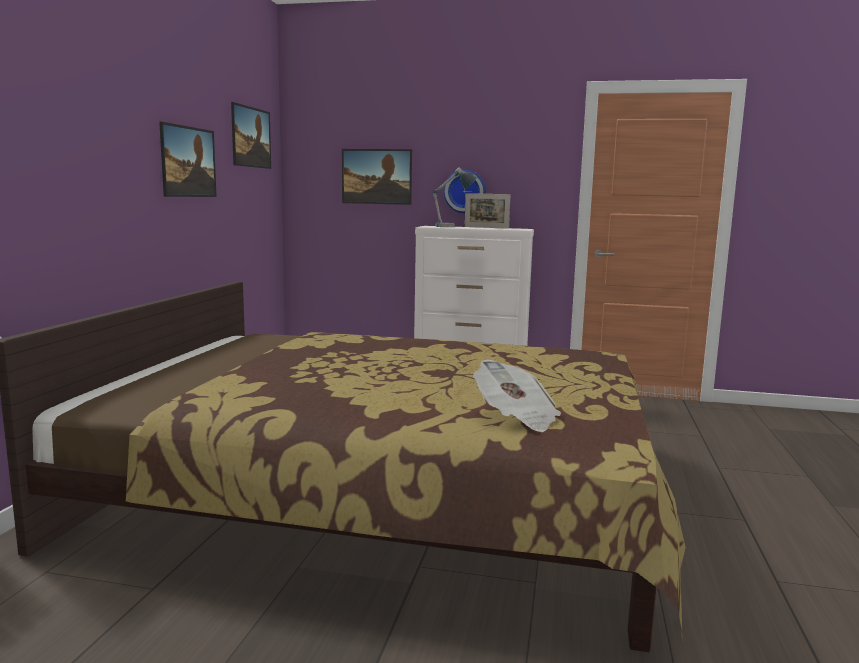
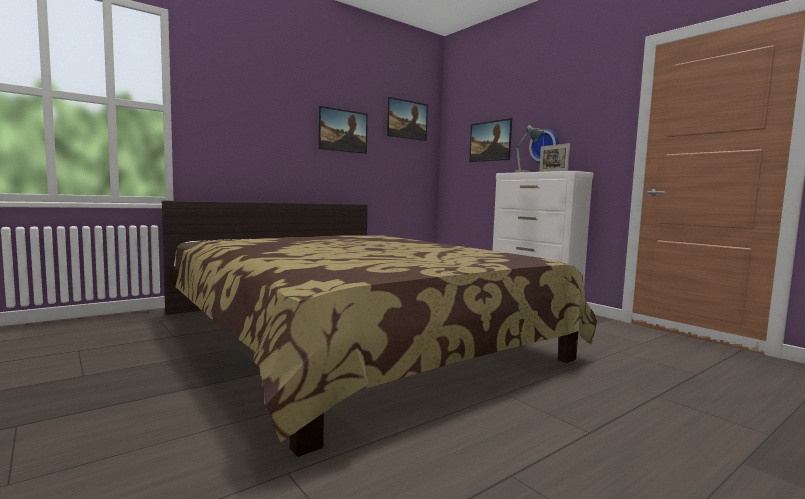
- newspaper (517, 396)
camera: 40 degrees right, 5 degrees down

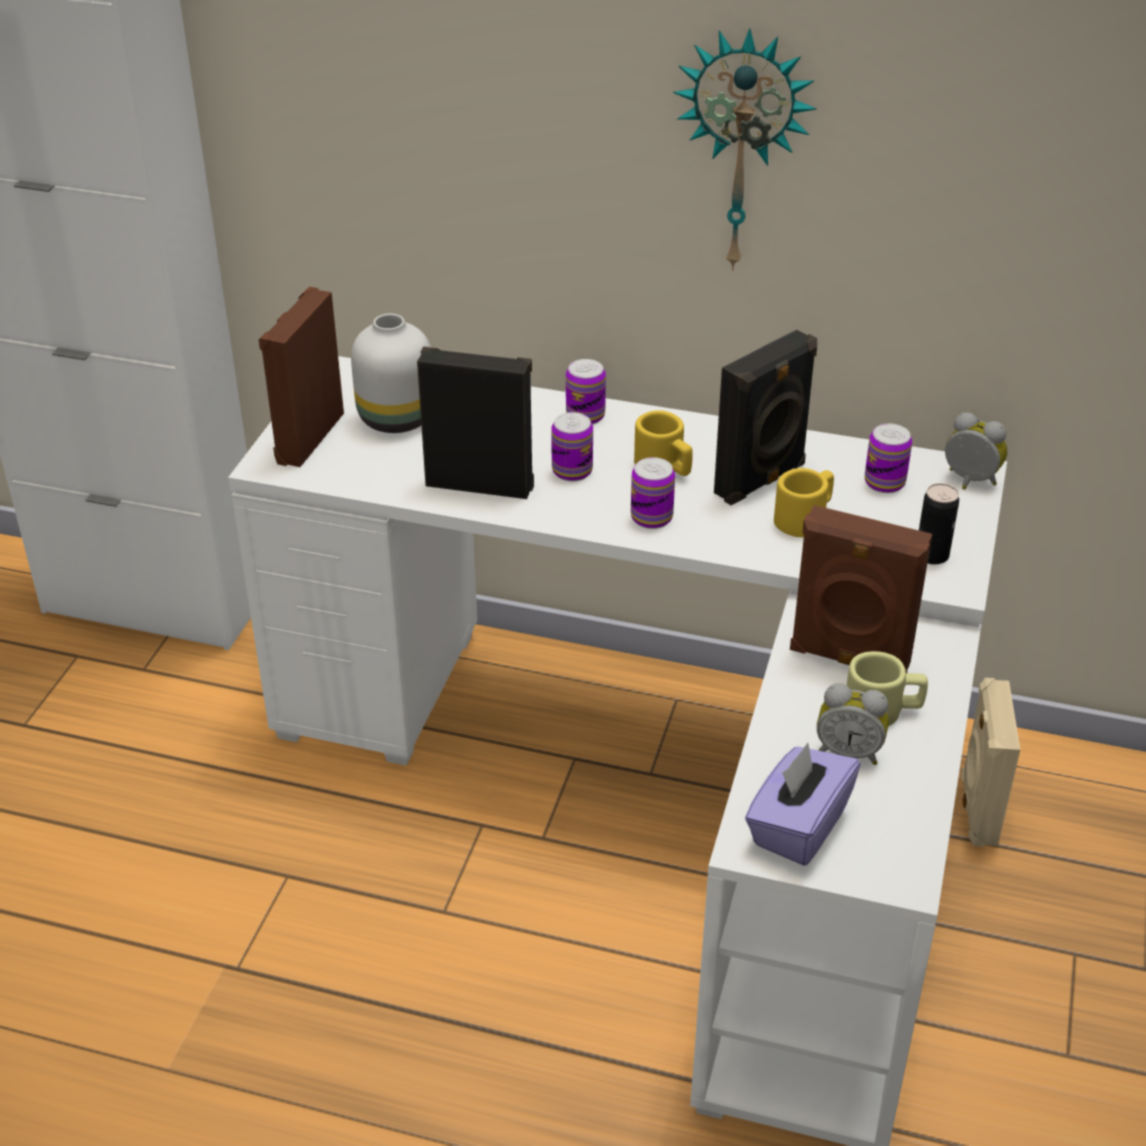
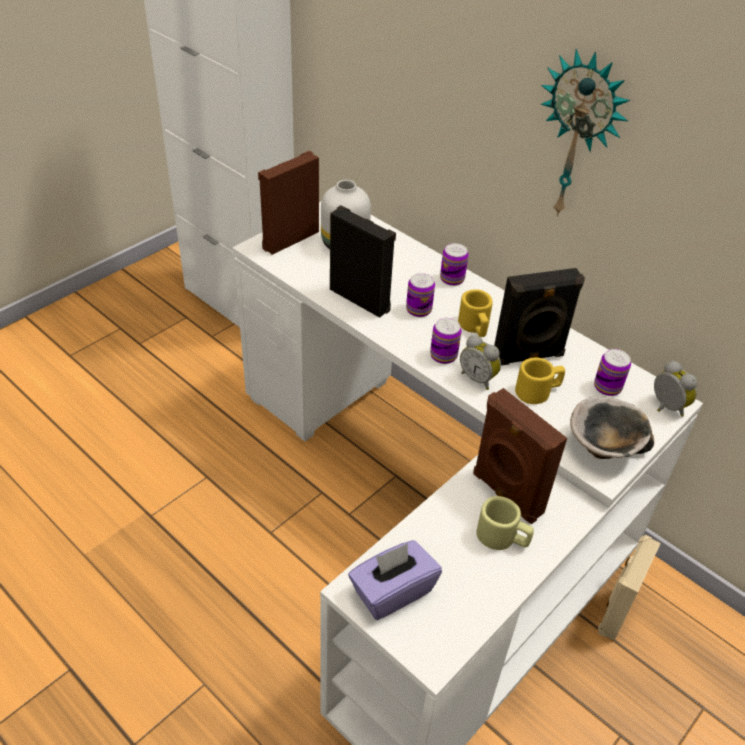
~ alarm clock (853, 724) to (480, 362)
~ can (939, 524) to deep dish (612, 427)
camera: 25 degrees right, 5 degrees up

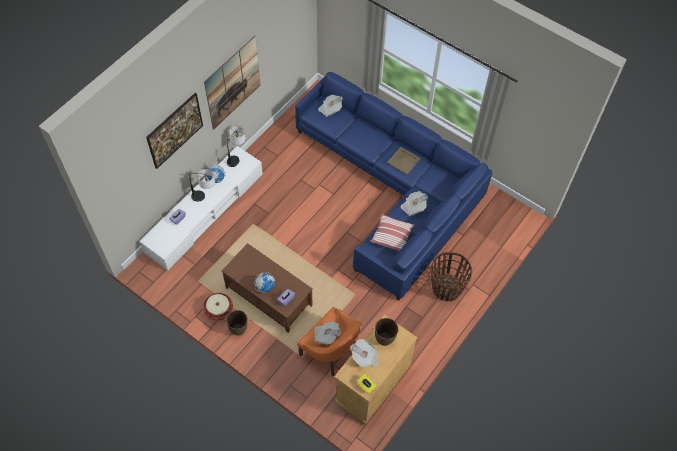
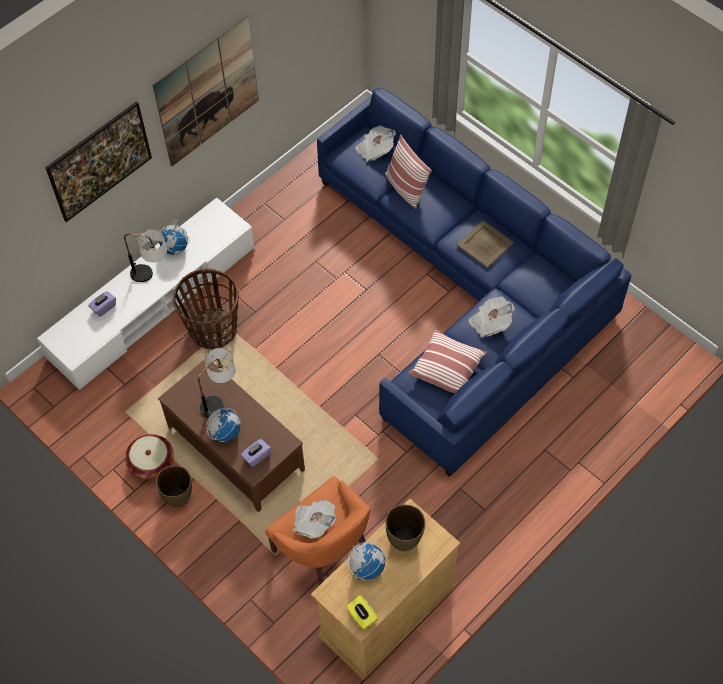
~ basket (451, 276) to (206, 309)
~ lamp for a table (236, 146) to (217, 383)
~ newspaper (364, 353) to desk globe (367, 561)
+ pillow (408, 172)
camera: 10 degrees right, 0 degrees up

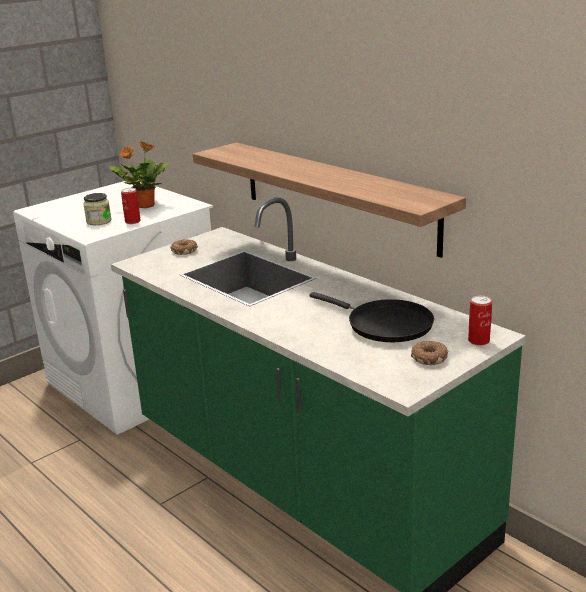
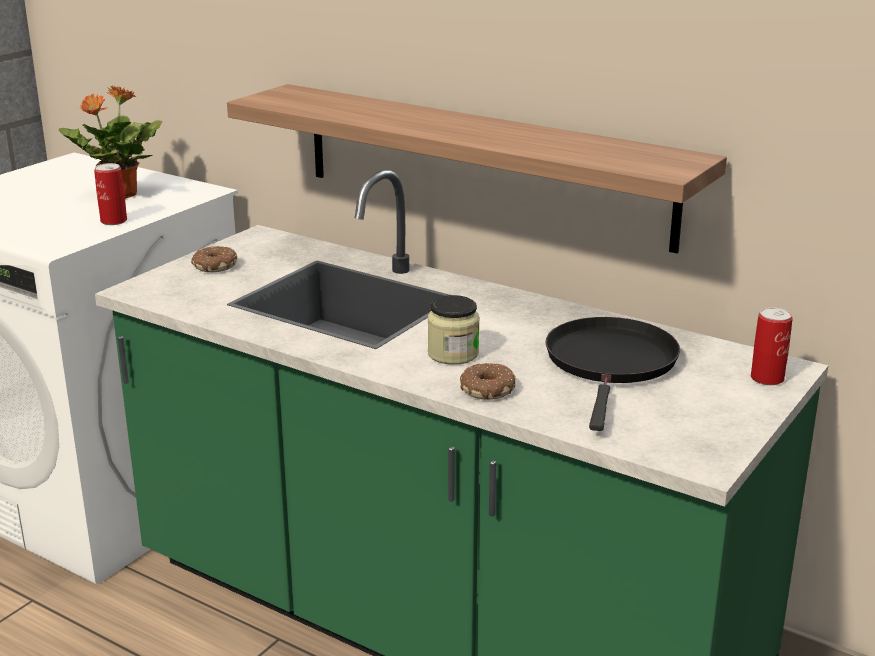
~ jar (97, 209) to (454, 330)
~ ring doughnut (429, 353) to (488, 381)
~ skillet (blackish) (371, 317) = (613, 374) 105 degrees counterclockwise
camera: 15 degrees left, 0 degrees up

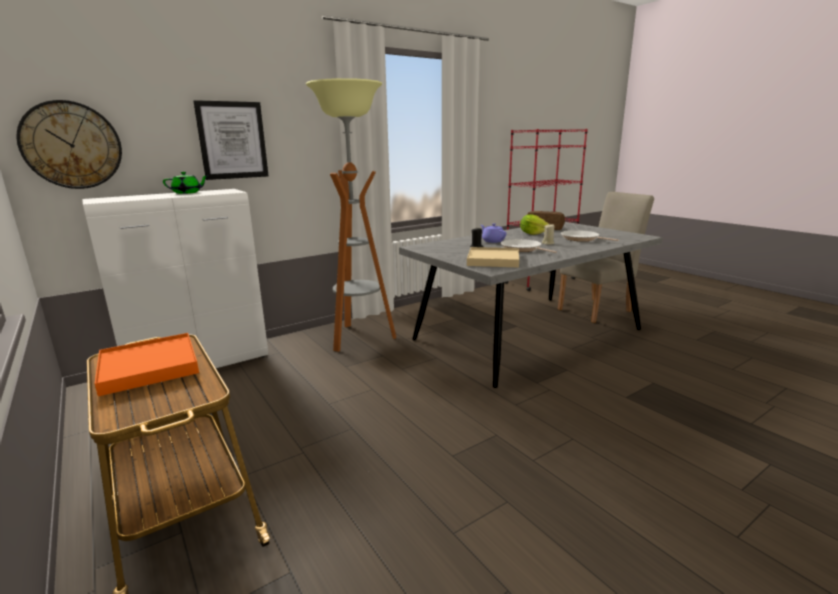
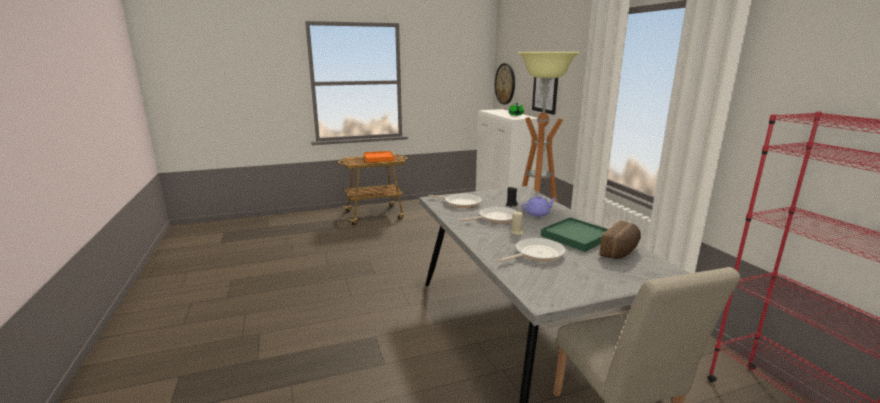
~ carrying tray (beige-coloured) (493, 257) to skillet (455, 200)
~ lettuce (534, 224) to carrying tray (greenish) (574, 234)
camera: 105 degrees right, 0 degrees up

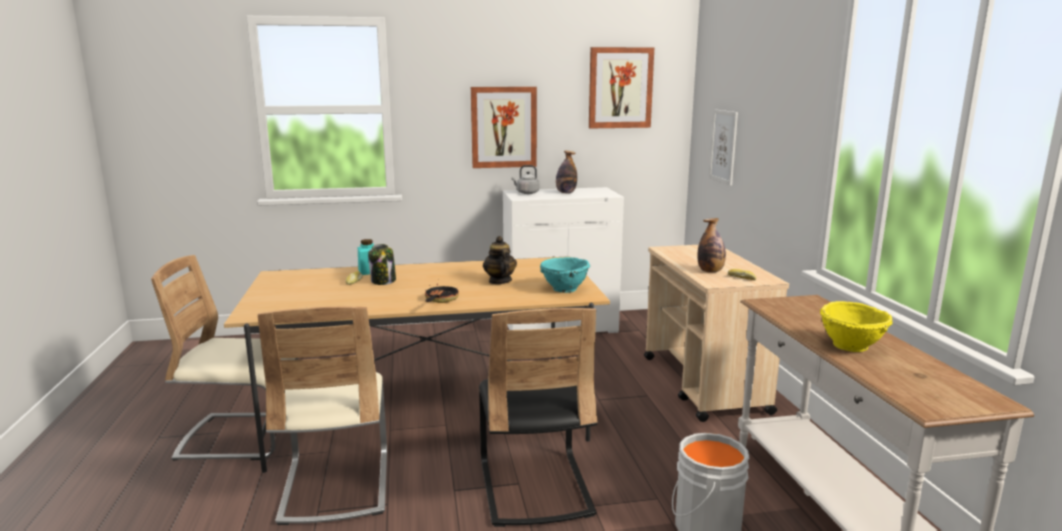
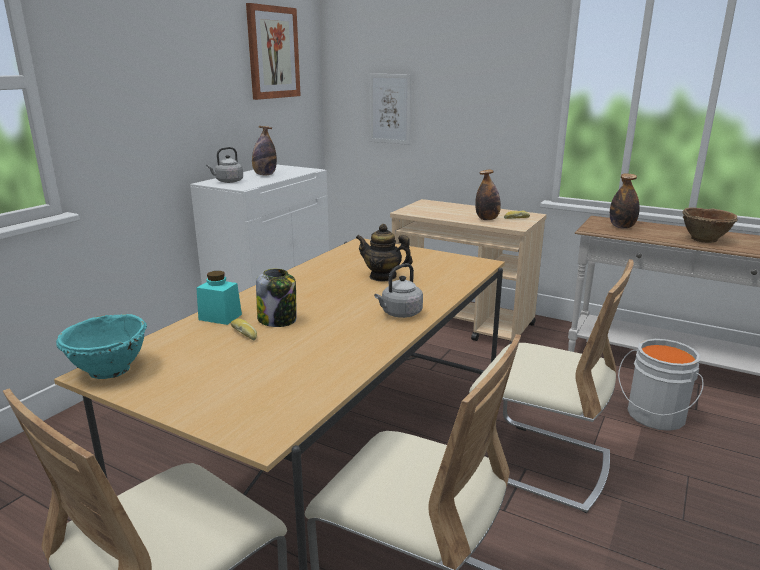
~ deep dish (turquoise-coloured) (565, 275) to (101, 346)
~ skillet (442, 293) to water kettle (greyish) (398, 290)
~ plain chair (blackish) (538, 417) to plain chair (beige-coloured) (551, 386)
+ bottle (625, 201)
~ deep dish (yellow-coloured) (856, 326) to deep dish (brownish) (710, 225)
- picture (504, 127)
camera: 50 degrees left, 5 degrees up

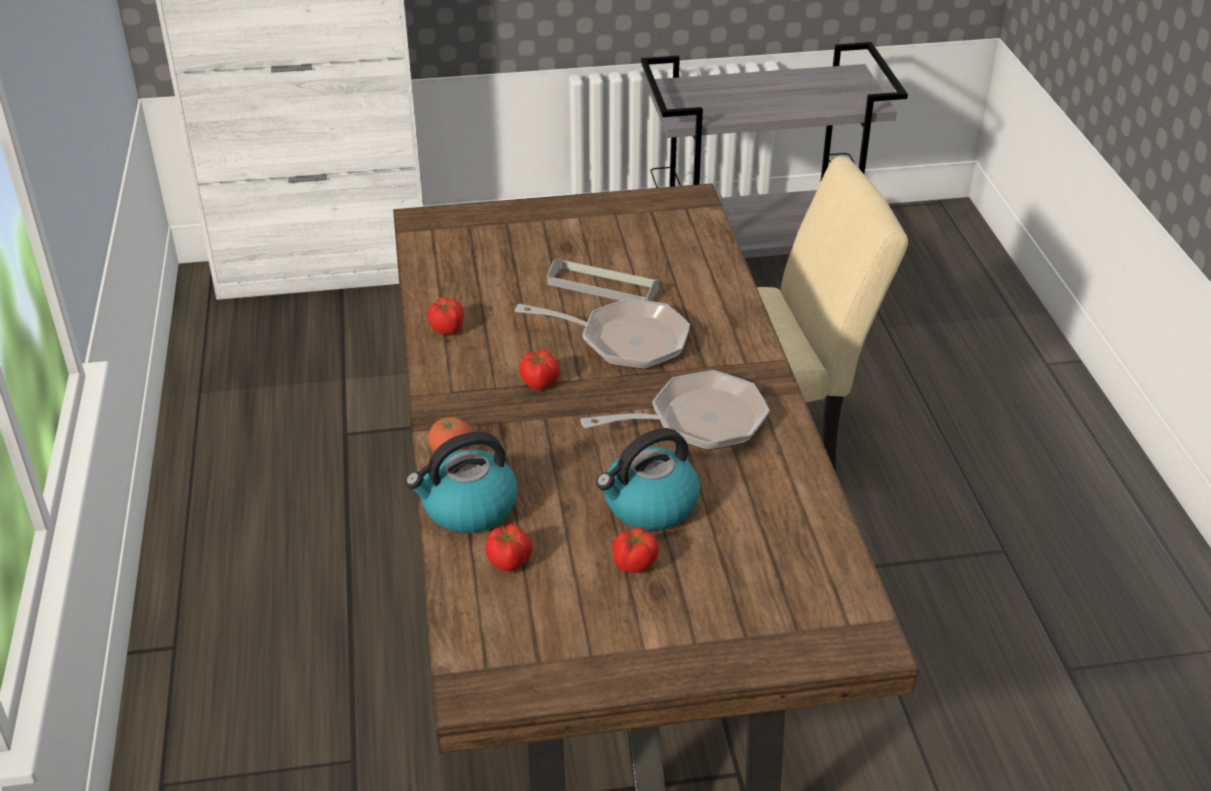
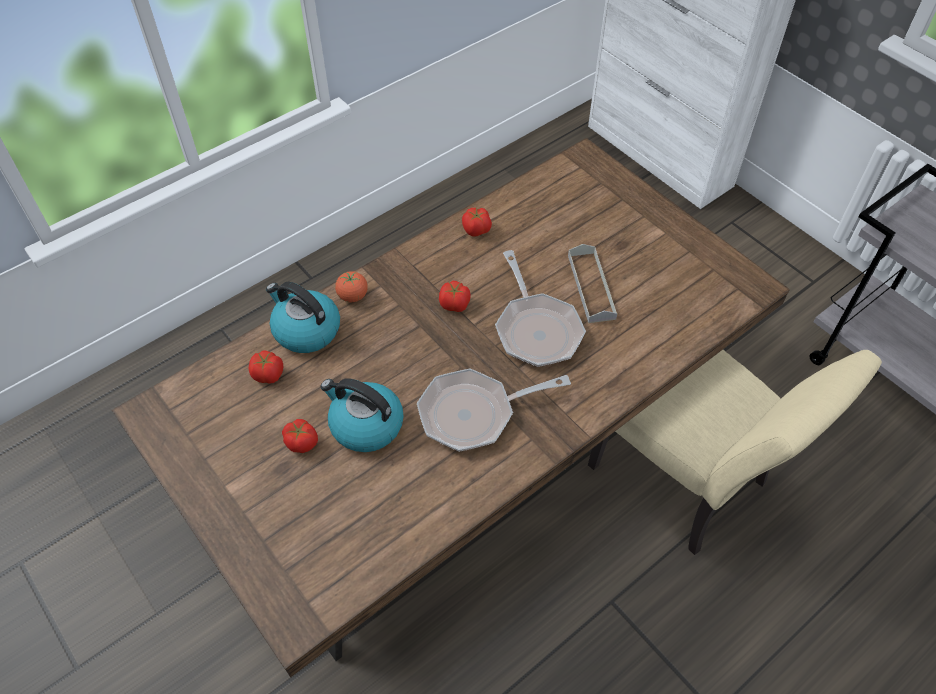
~ skillet (674, 410) = (494, 410) 120 degrees clockwise
camera: 60 degrees right, 15 degrees up

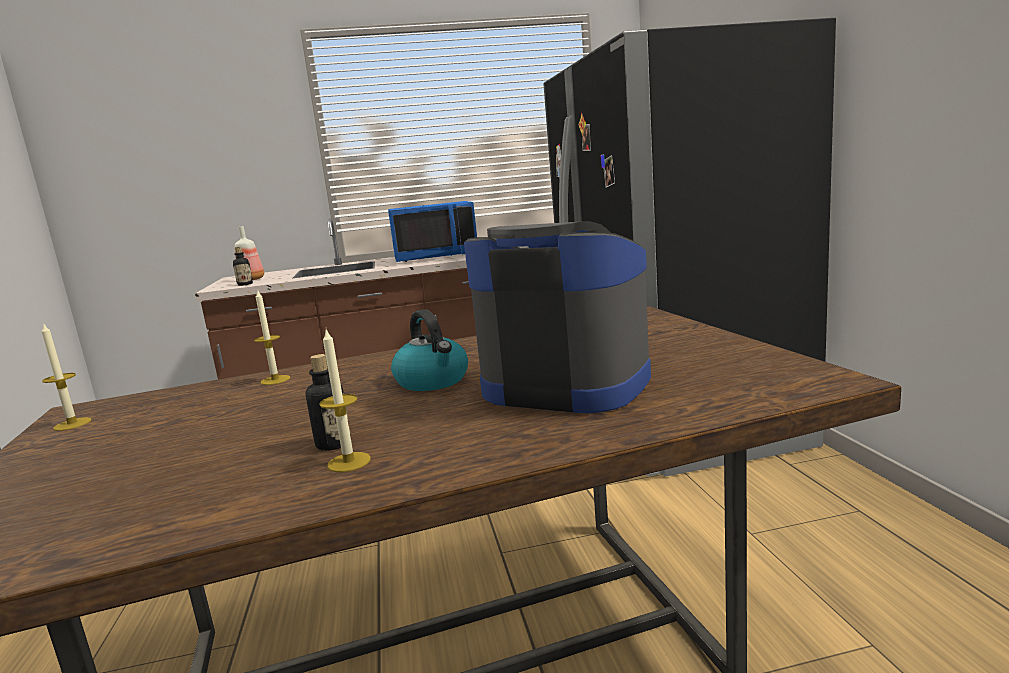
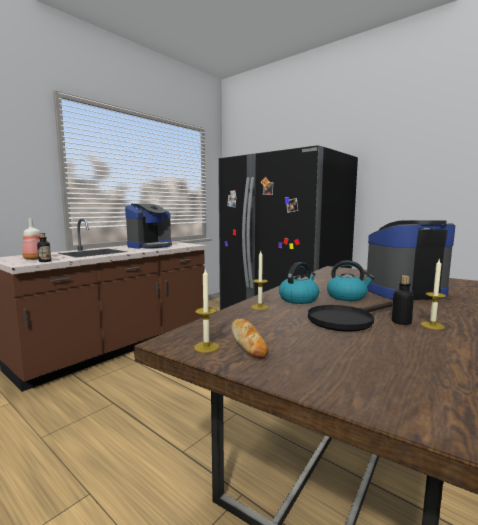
~ microwave (blue) (432, 231) to coffee machine (148, 226)
+ bread (249, 338)
+ water kettle (299, 283)
+ skillet (blackish) (350, 317)
camera: 40 degrees left, 5 degrees down

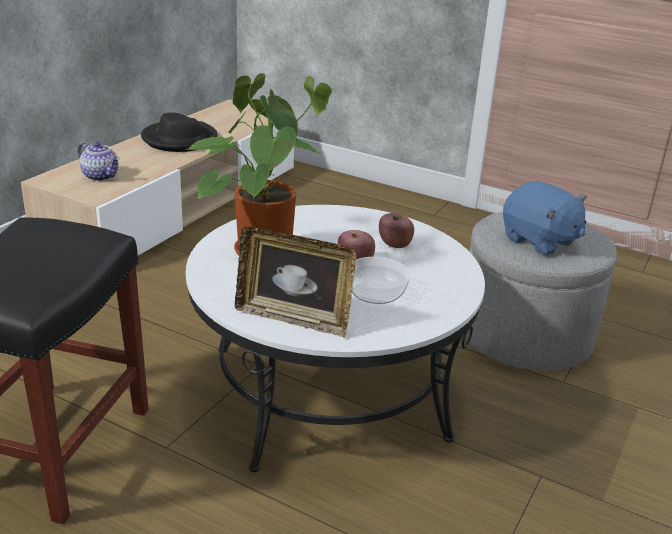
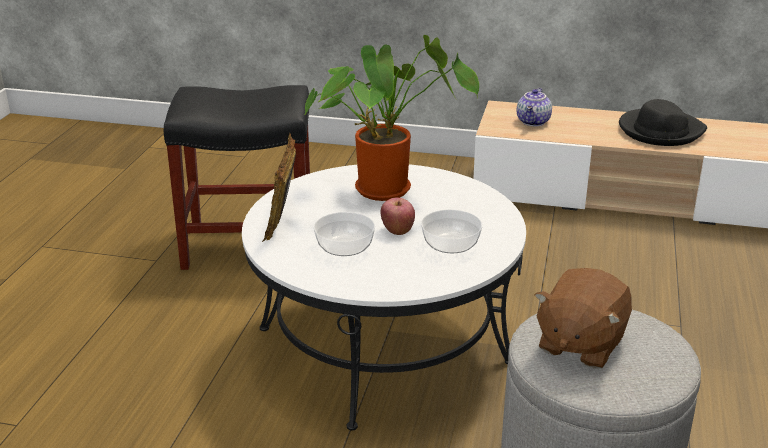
~ whole apple (396, 230) to deep dish (451, 231)
~ soft toy (blue) (545, 218) to soft toy (brownish) (583, 318)
camera: 75 degrees right, 0 degrees up

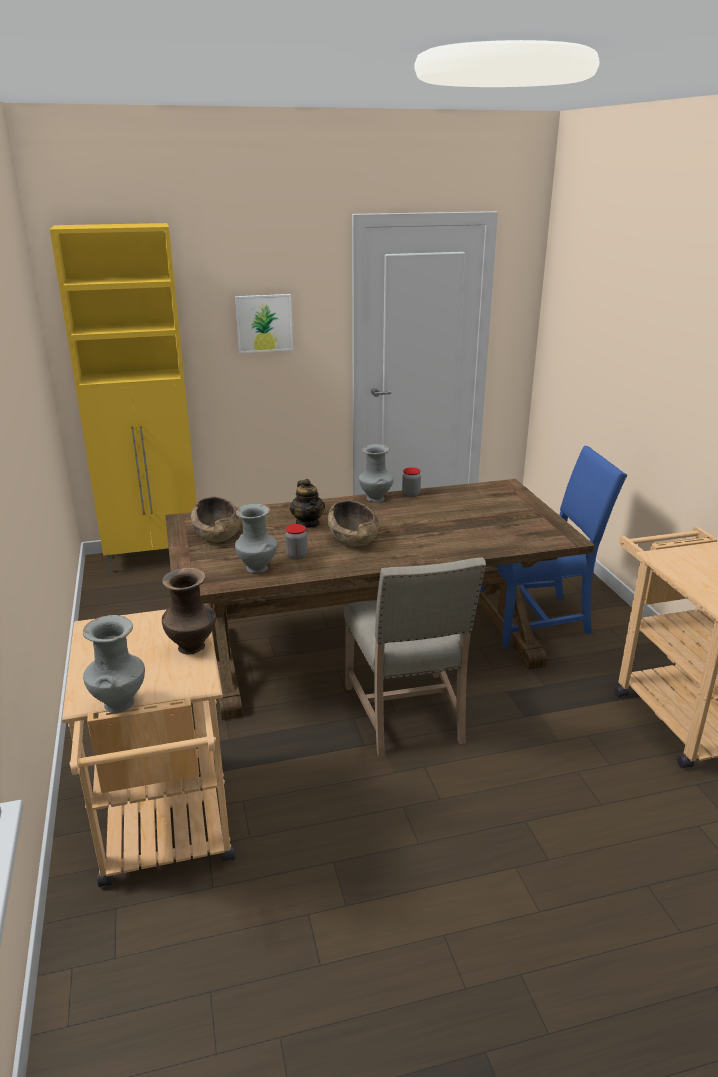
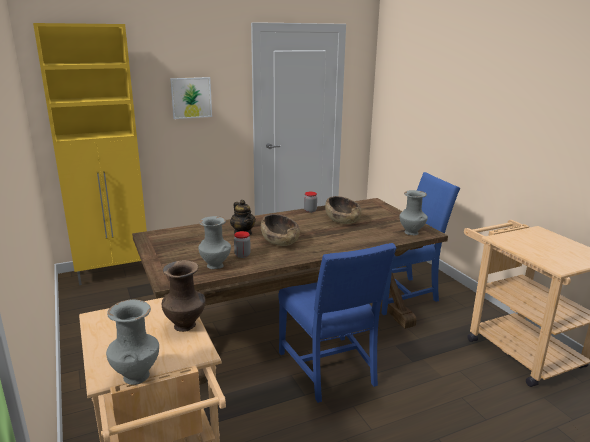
~ plain chair (beige-coloured) (415, 657) to plain chair (blue) (337, 323)
~ deep dish (brownish) (216, 519) to (343, 210)
~ decorative vase (greyish) (376, 473) to (414, 213)
camera: 10 degrees left, 5 degrees down

